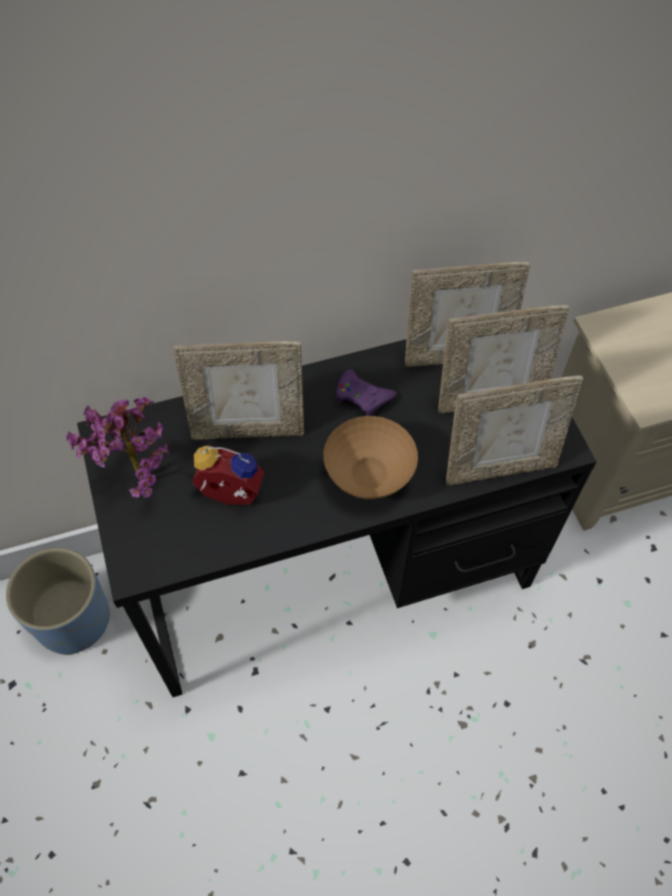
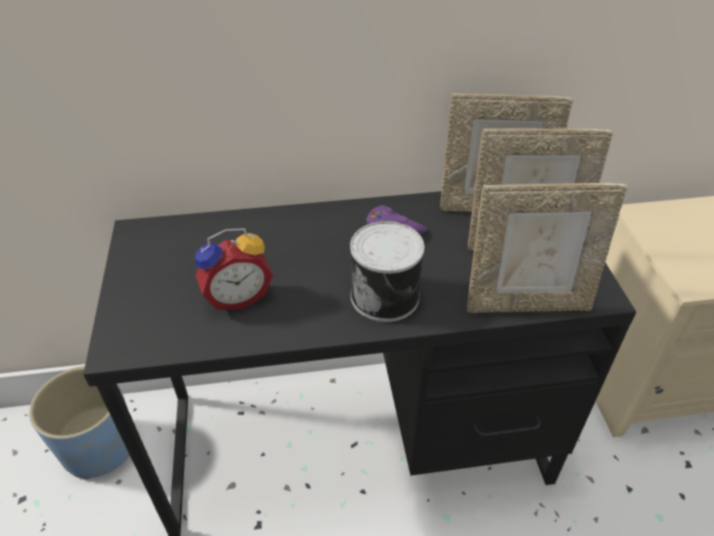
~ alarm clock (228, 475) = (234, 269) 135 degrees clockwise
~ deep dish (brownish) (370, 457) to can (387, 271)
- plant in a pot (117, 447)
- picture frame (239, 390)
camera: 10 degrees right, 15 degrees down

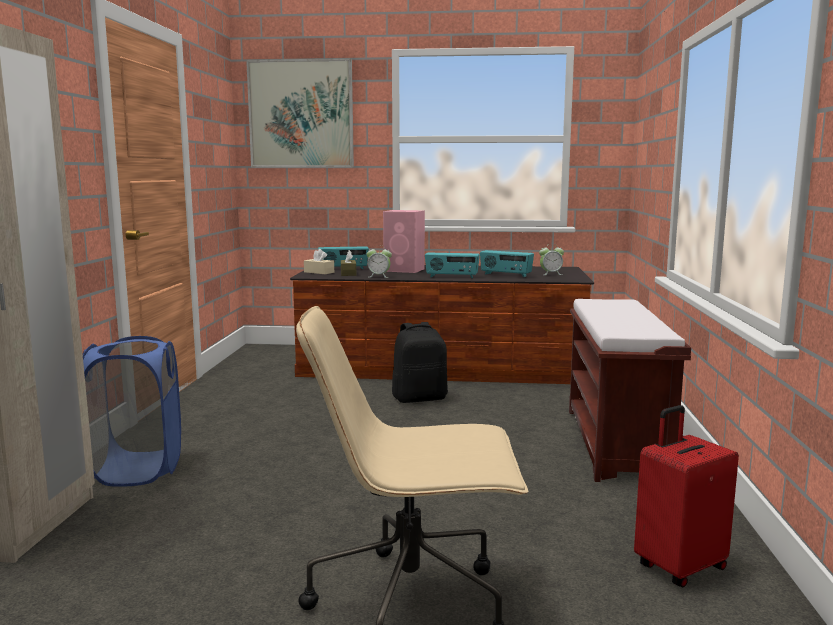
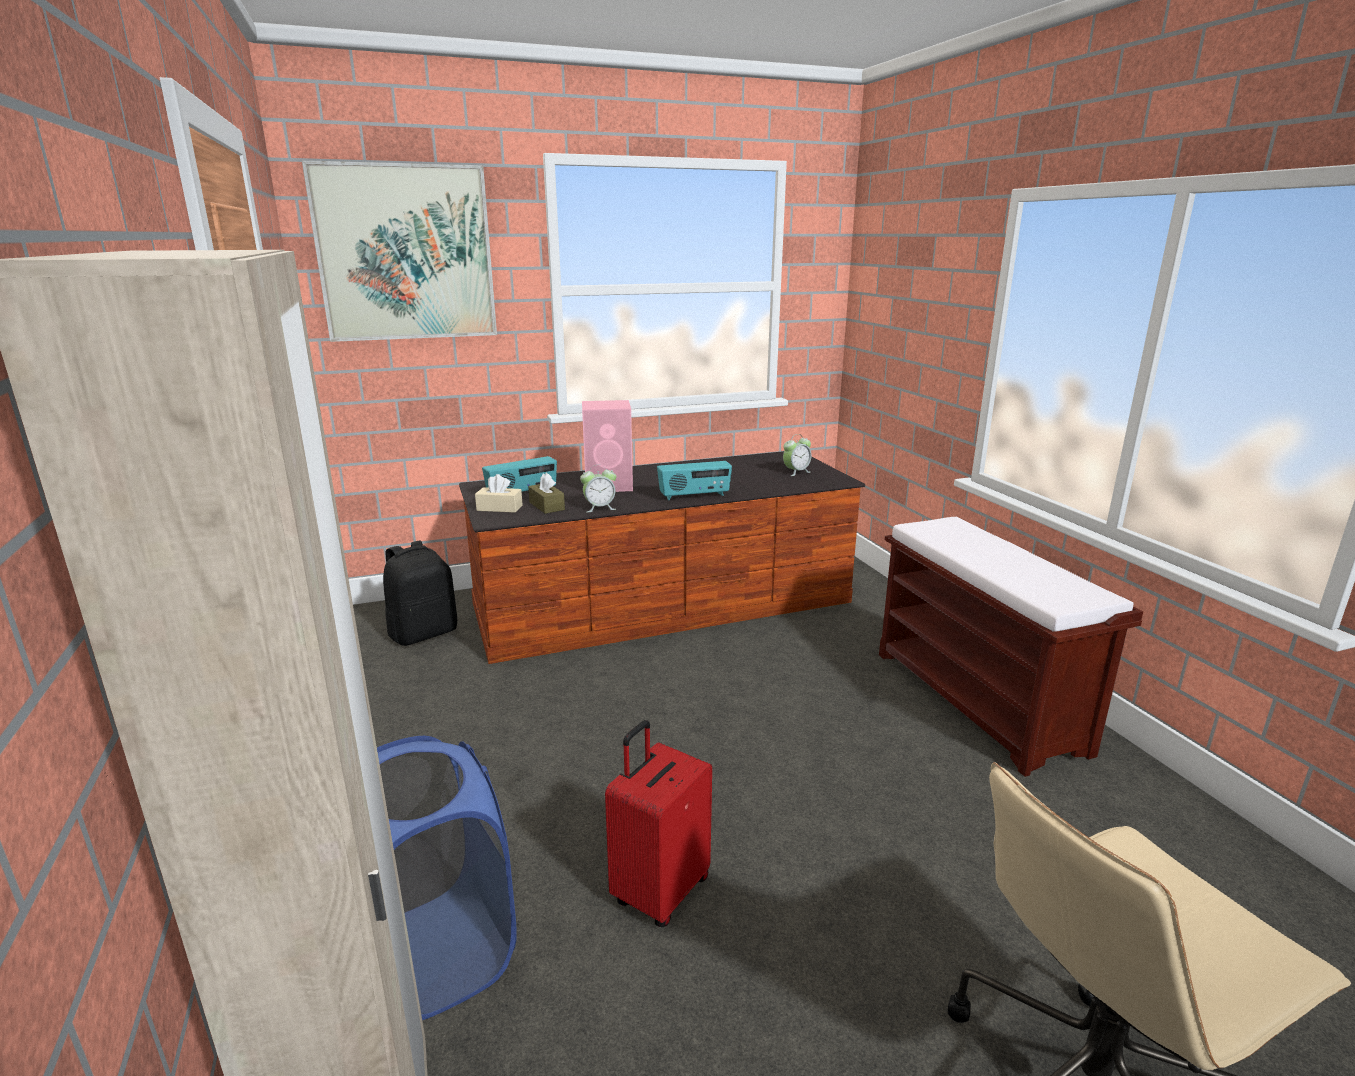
~ backpack (blackish) (420, 362) to (420, 593)
~ piece of luggage (reddish) (686, 496) to (658, 823)
- radio (507, 263)
camera: 25 degrees left, 10 degrees up

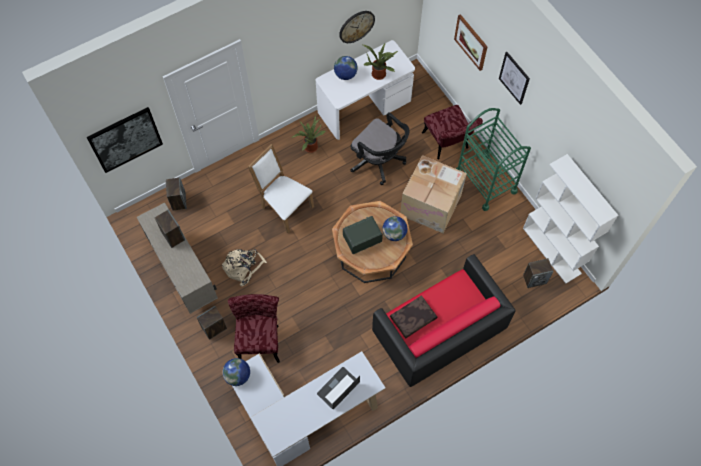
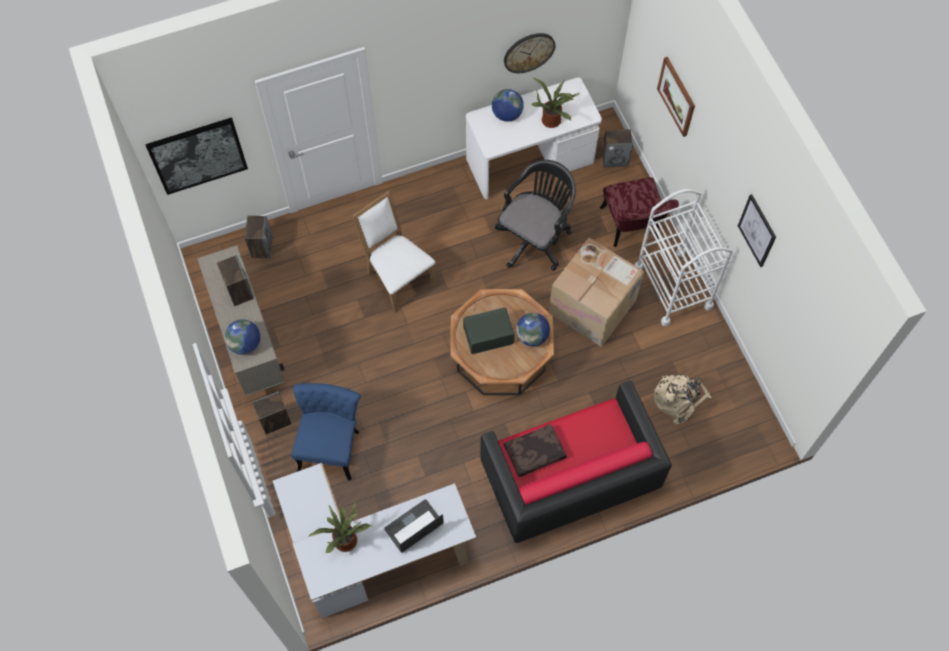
~ desk globe (236, 372) to (242, 337)
~ plain chair (reddish) (254, 328) to plain chair (blue) (326, 431)
~ plant in a pot (309, 134) to (340, 527)
~ office chair (blackish) (379, 148) = (535, 215) 105 degrees counterclockwise
~ audio speaker (538, 273) to (617, 148)
~ trolley (greenish) (493, 159) to trolley (whitish) (683, 257)
~ backpack (beige-coloured) (244, 267) to (683, 399)
~ picture (514, 78) to (757, 230)
- bookshelf (whitish) (570, 219)
camera: 10 degrees right, 0 degrees up

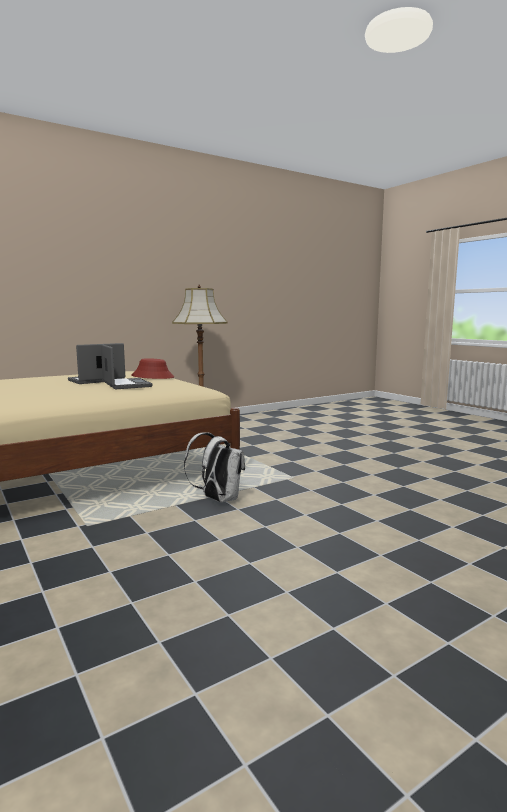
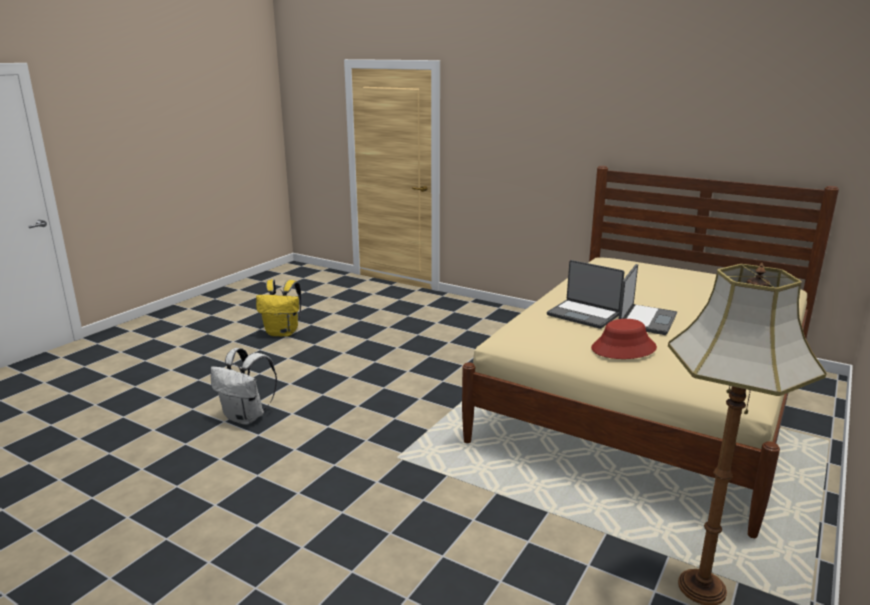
~ backpack (whitish) (214, 467) to (244, 386)
+ backpack (yellow-coloured) (278, 308)
camera: 155 degrees right, 10 degrees up

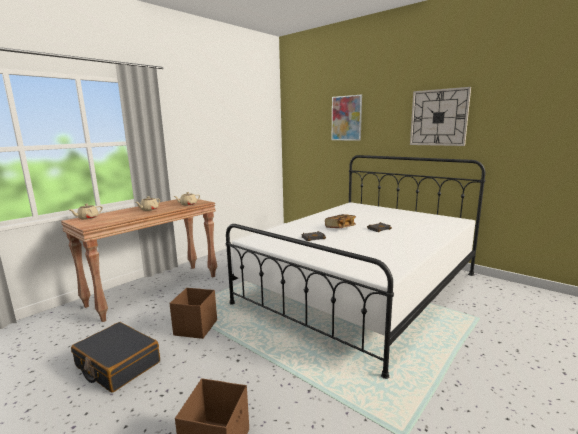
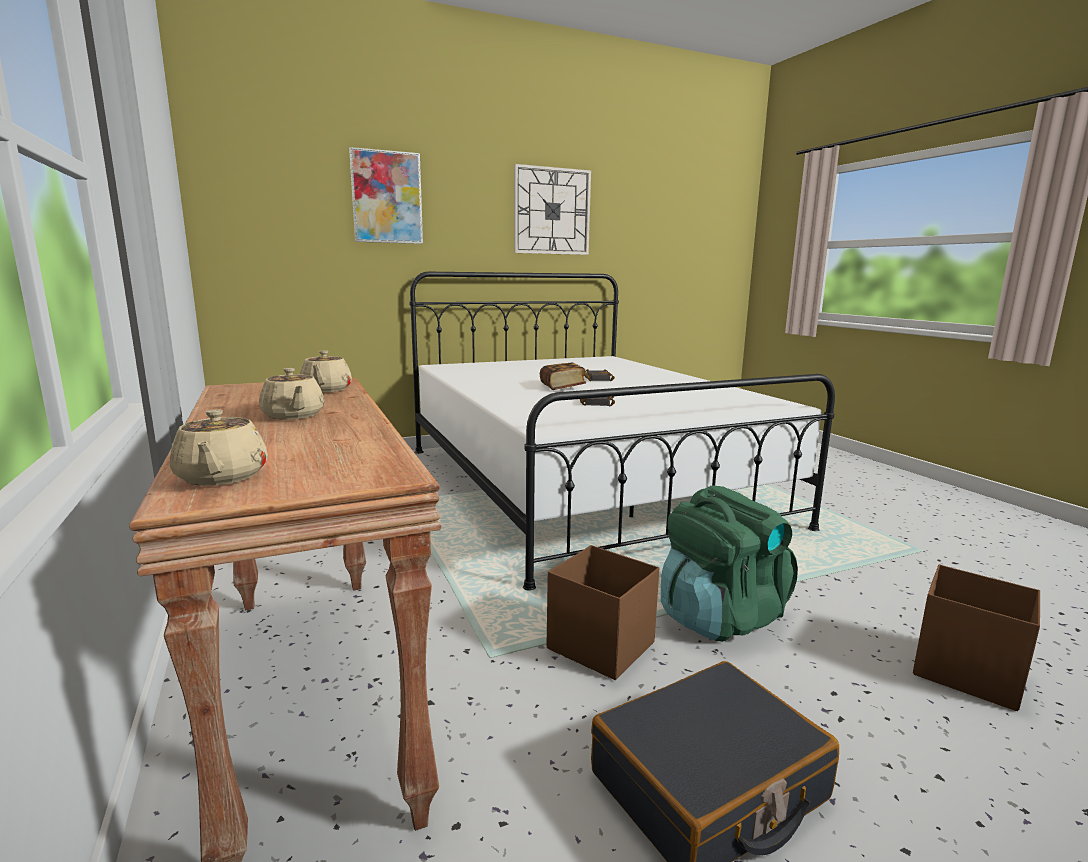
+ backpack (greenish) (729, 563)
camera: 65 degrees left, 0 degrees up

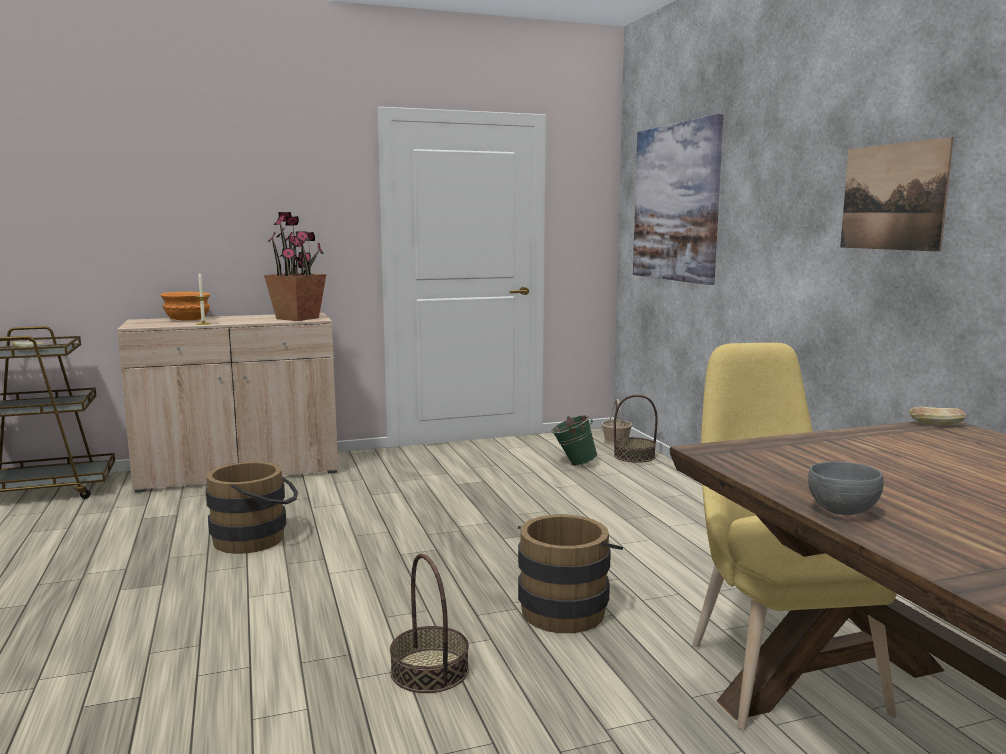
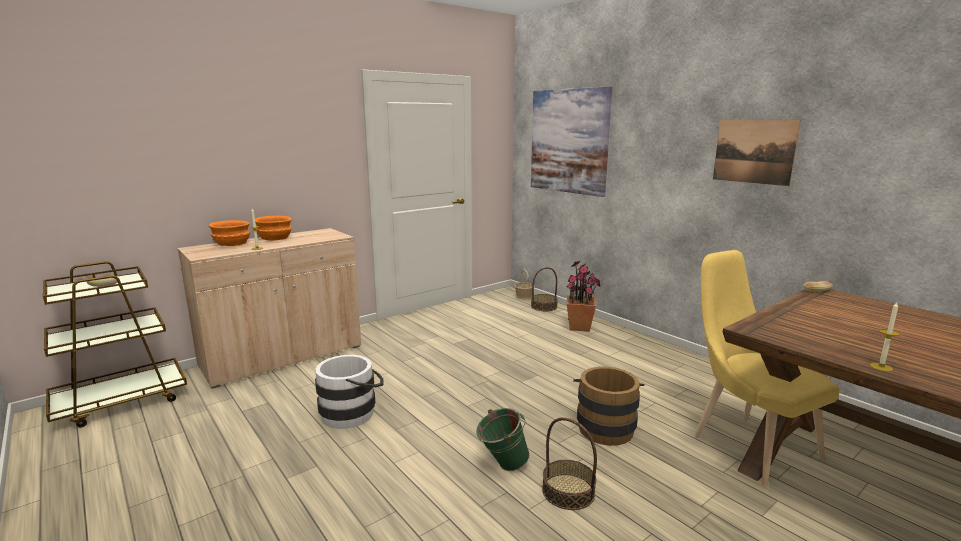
+ deep dish (orange-coloured) (273, 228)
~ pail (brownish) (252, 508) to pail (whitish) (349, 392)
~ pail (greenish) (574, 440) to (503, 439)
~ plant in a pot (295, 266) to (583, 296)
~ deep dish (greyish) (846, 488) to candle (885, 337)
camera: 20 degrees left, 5 degrees up

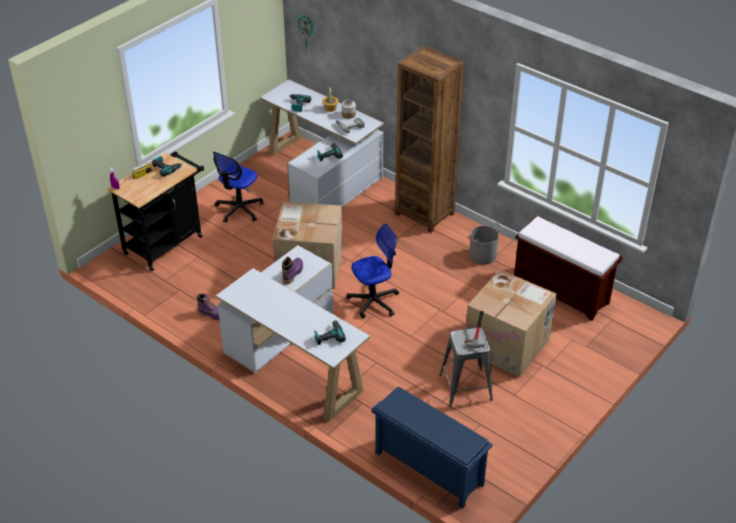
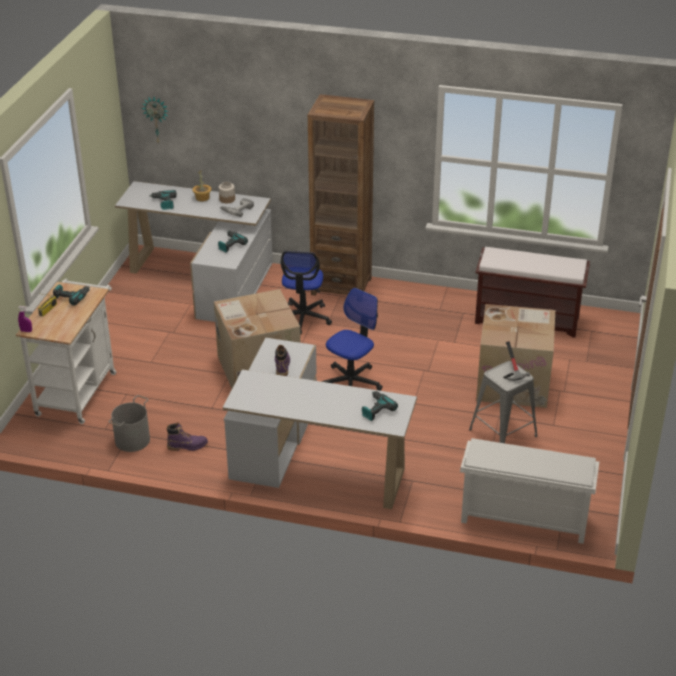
~ trolley (blackish) (155, 211) to trolley (whitish) (66, 351)
~ pail (greyish) (485, 243) to (129, 423)
~ office chair (238, 187) to (306, 293)
~ shoe rack (blue) (432, 448) to shoe rack (whitish) (529, 491)
camera: 25 degrees left, 5 degrees down

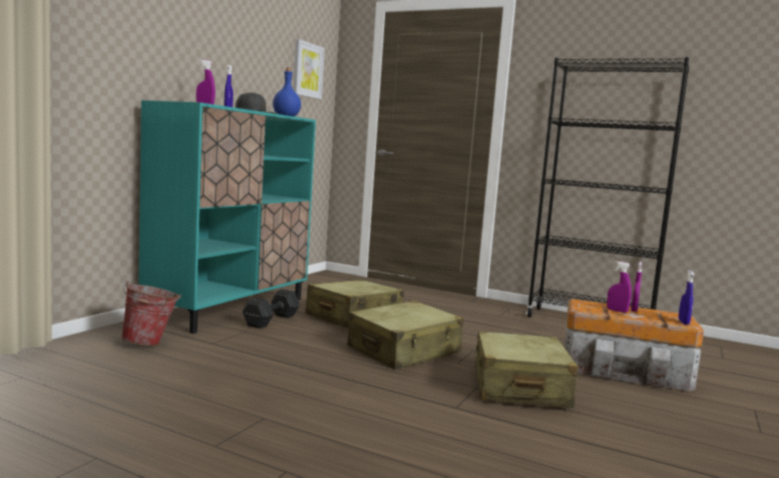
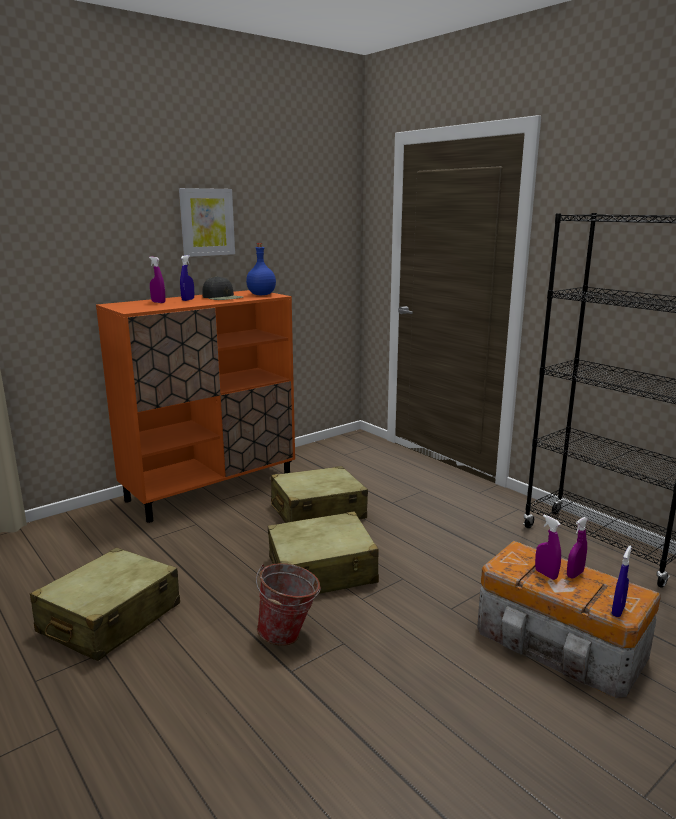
~ piece of luggage (beige-coloured) (526, 369) to (105, 604)
~ cabinet (turquoise-coloured) (227, 216) to cabinet (orange-coloured) (195, 406)
~ picture (308, 69) to (207, 222)
~ pail (151, 313) to (288, 604)
- free weight (blackish) (271, 308)
camera: 25 degrees right, 10 degrees up

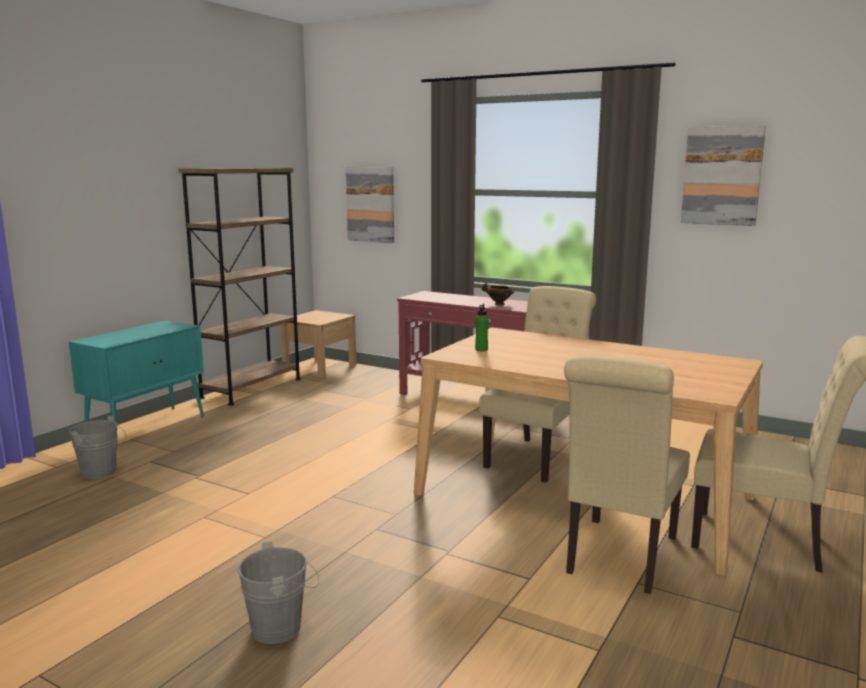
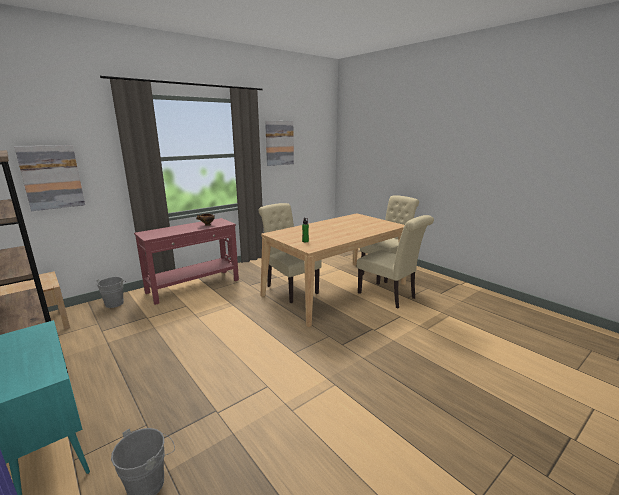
~ pail (greyish) (278, 592) to (111, 292)
camera: 70 degrees left, 5 degrees up

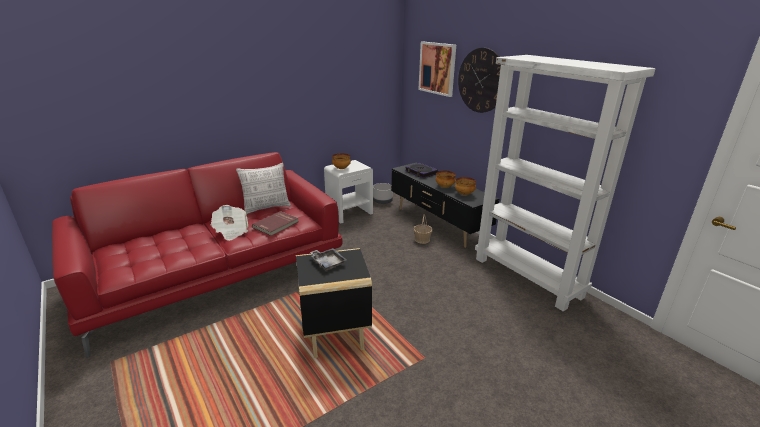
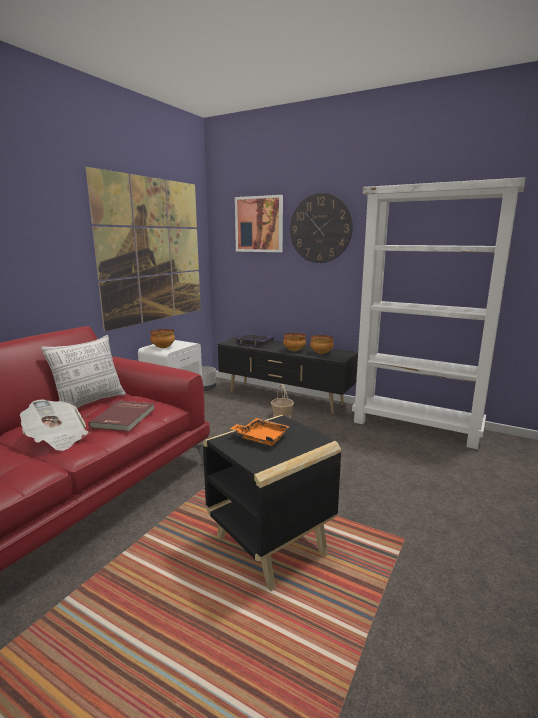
+ picture (143, 249)
~ carrying tray (greyish) (328, 259) to carrying tray (orange-coloured) (260, 432)
camera: 25 degrees left, 10 degrees down

